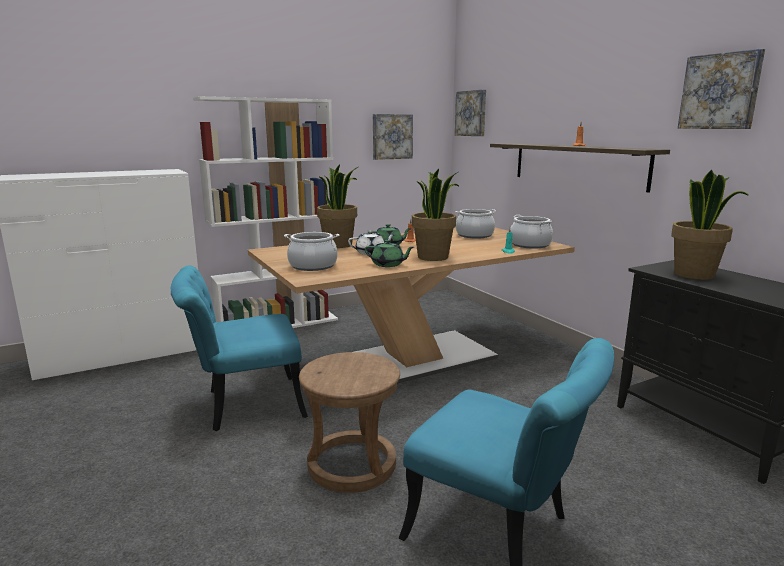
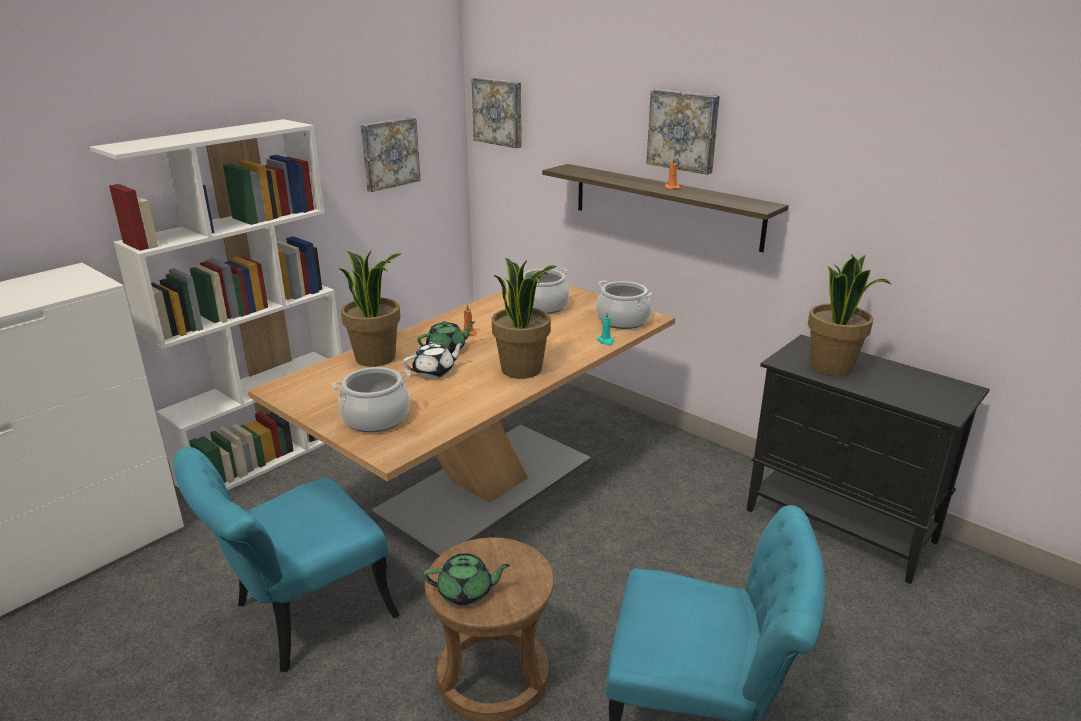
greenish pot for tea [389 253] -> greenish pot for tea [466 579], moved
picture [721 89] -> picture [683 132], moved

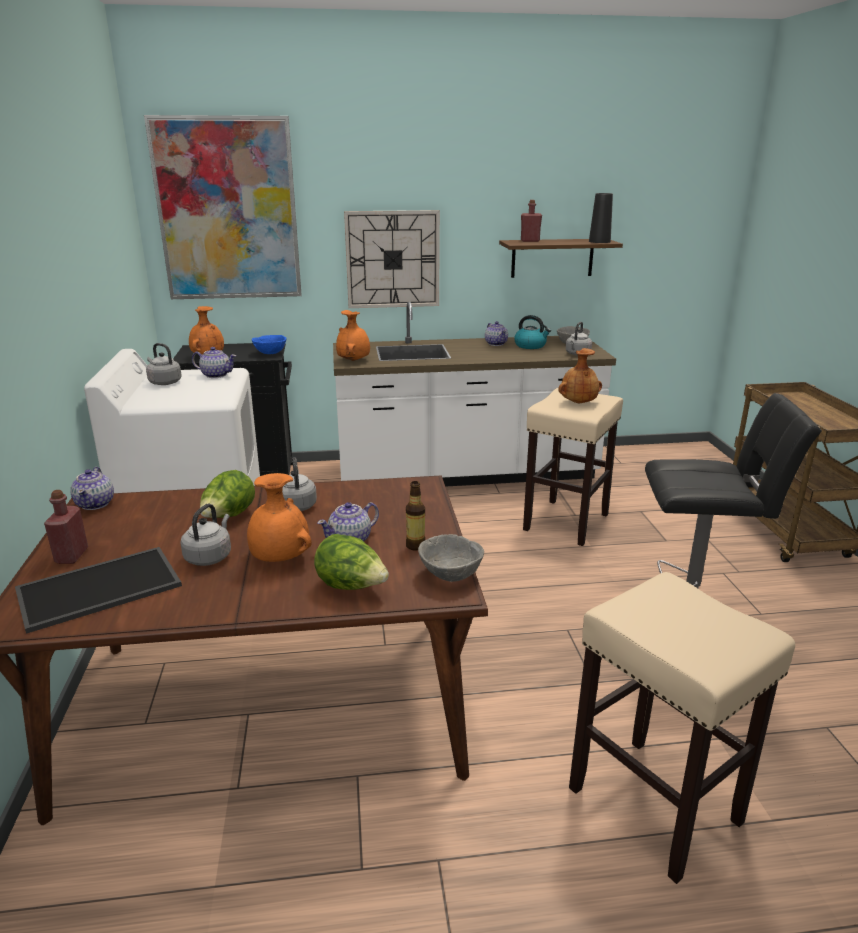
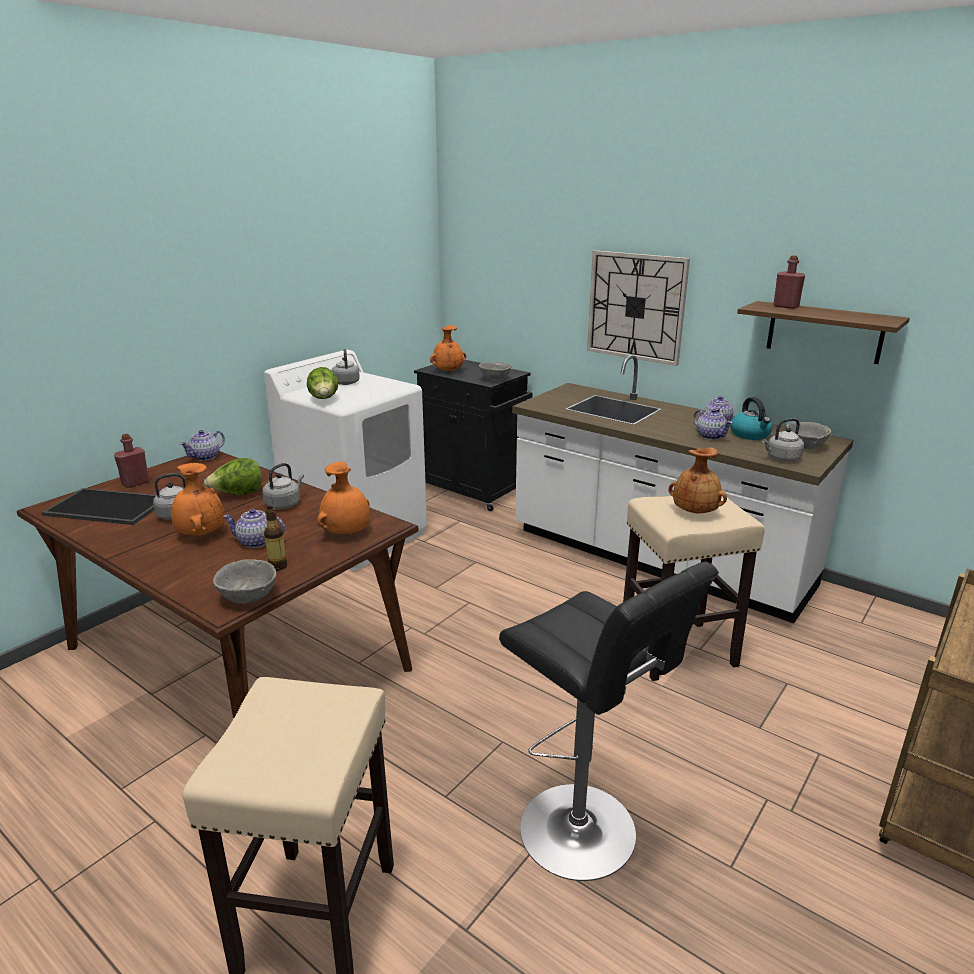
picture [223 207] -> none
pot for tea [214 362] -> pot for tea [713 424], moved
bluish serving bowl [269 344] -> gray serving bowl [495 371]
lettuce [351 562] -> lettuce [322 383], moved
orangey decorative vase [353 335] -> orangey decorative vase [343 498], moved
black decorative vase [601 218] -> none

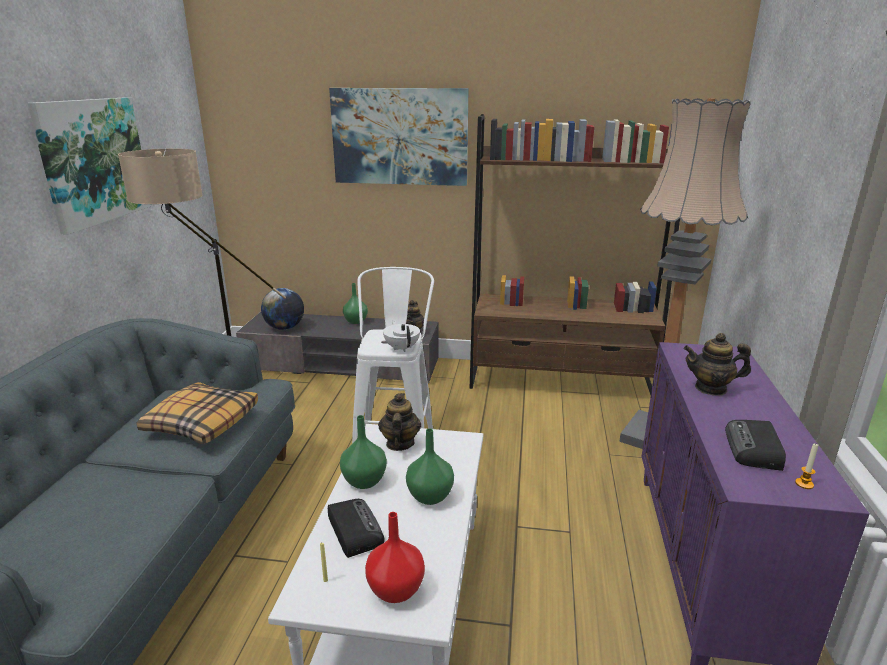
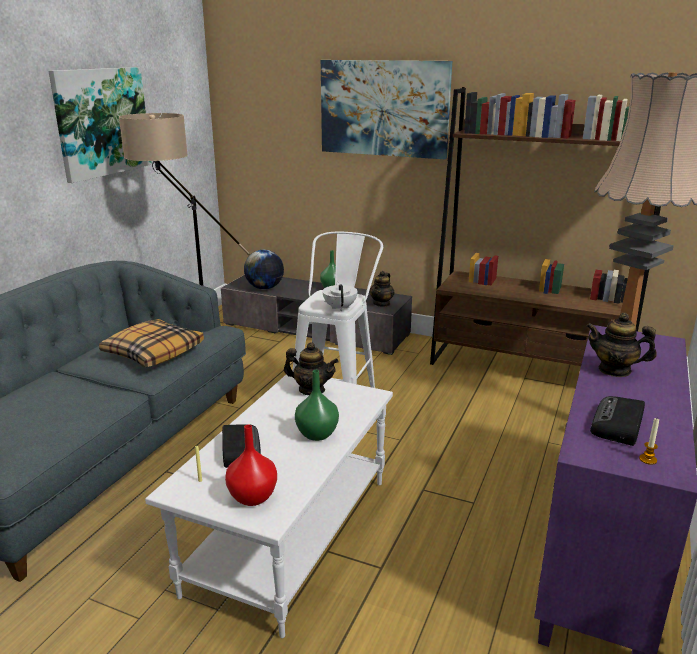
greenish decorative vase [363 452] -> none
pot for tea [399 422] -> pot for tea [311 368], 90 degrees clockwise

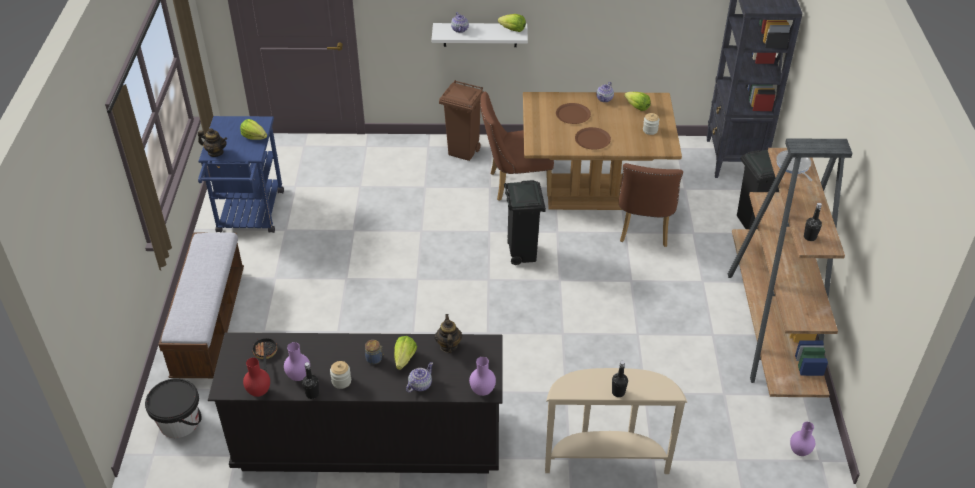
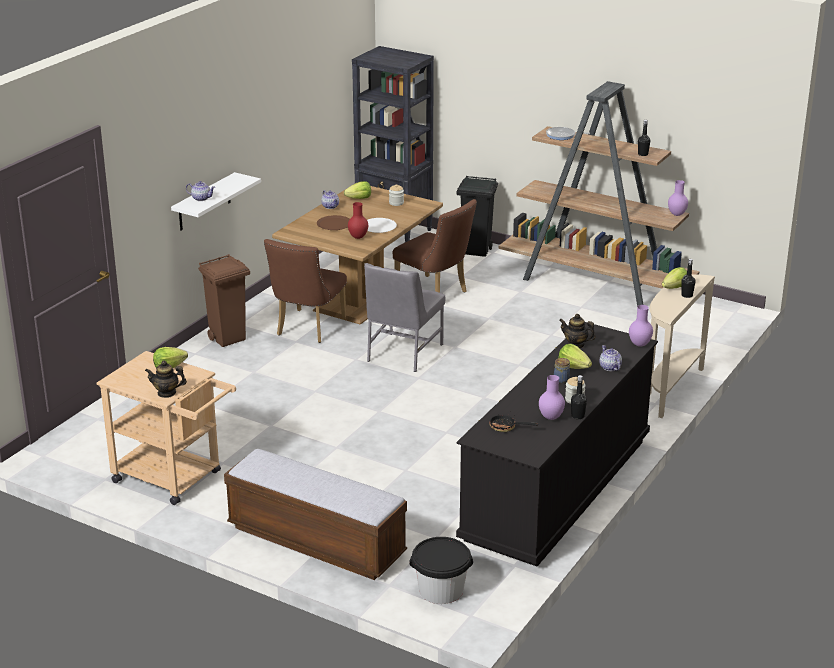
bluish wheeled cart [241 174] -> sand-coloured wheeled cart [166 428]
pot for tea [212 142] -> pot for tea [166 379], 135 degrees counterclockwise
red-coloured decorative vase [256 377] -> red-coloured decorative vase [358 220], moved
lettuce [512 23] -> lettuce [674 278], moved
black trash can [525 222] -> gray chair [404 317]
brown dinner plate [593 138] -> whitish dinner plate [382 225]
purple-coloured decorative vase [802 439] -> purple-coloured decorative vase [678 198], moved

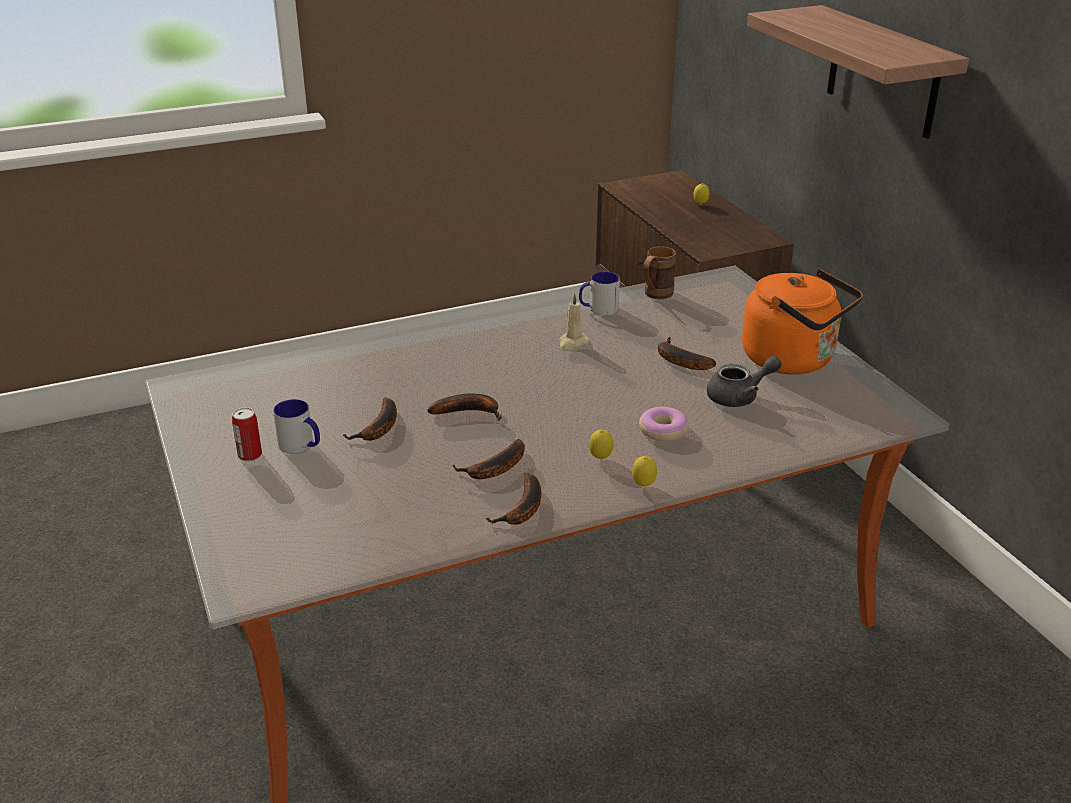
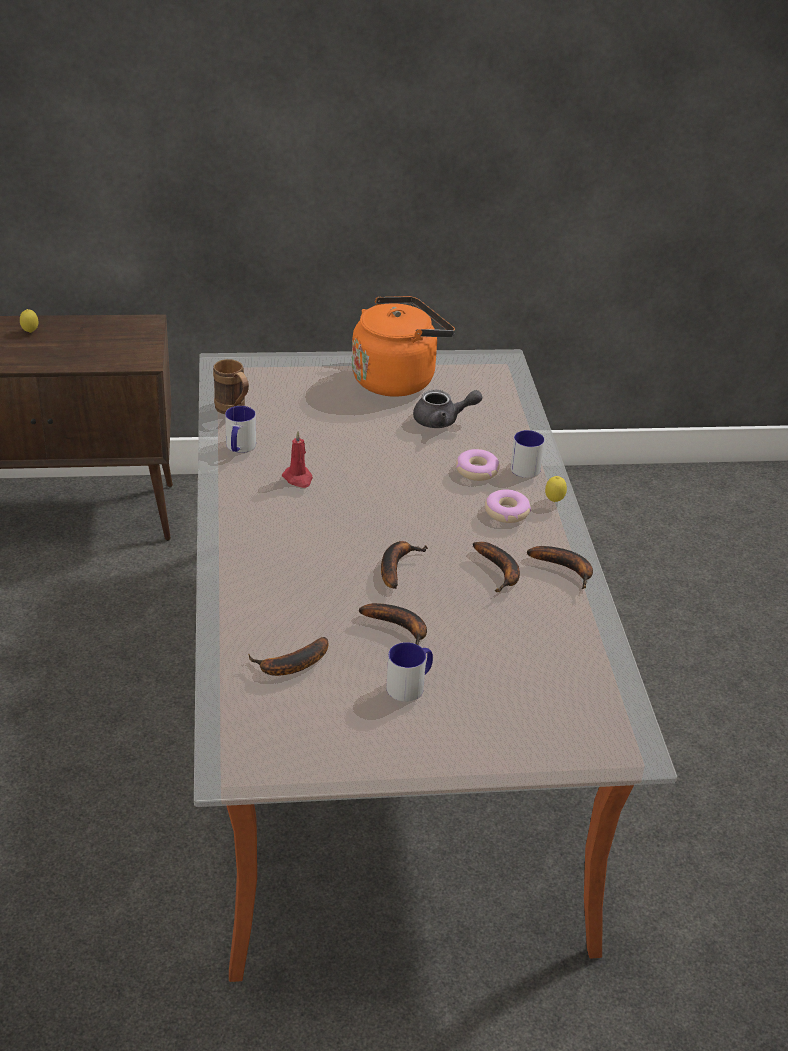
can [247 434] -> none
sand-coloured wax candle [574 321] -> red-coloured wax candle [297 459]
whole lemon [601 445] -> doughnut [508 506]
whole banana [687 353] -> whole banana [288 656], moved
gray pot for tea [744 381] -> gray pot for tea [448 409], 90 degrees clockwise
shelf [858 72] -> none
none -> mug [527 454]

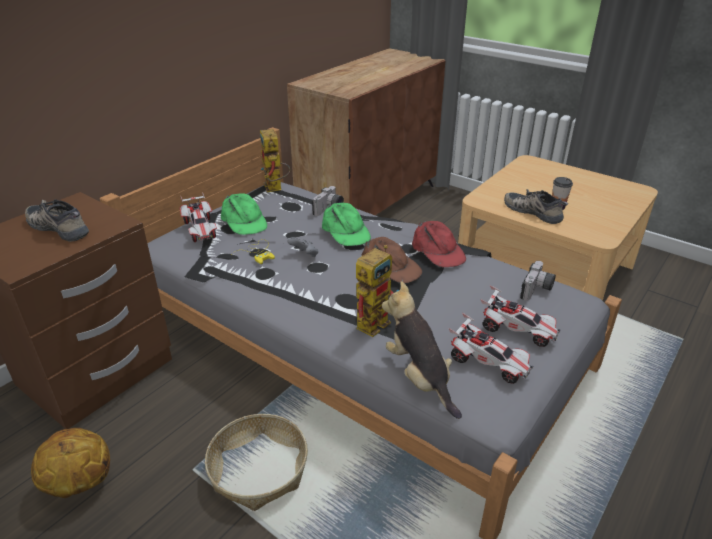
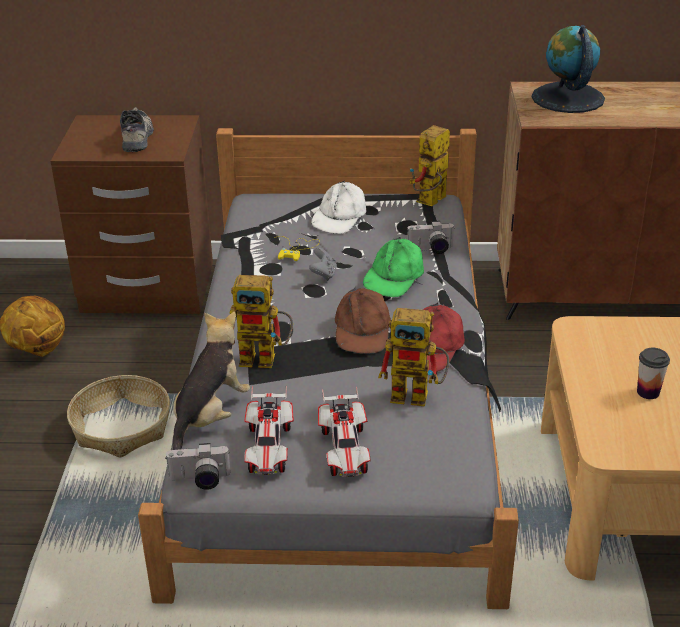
toy car [198 217] -> none
greenish baseball cap [244 214] -> whitish baseball cap [339 207]
low shoe [536 206] -> none
still camera [538 281] -> still camera [198 466], moved
none -> robot figure [413 357]
none -> world globe [568 69]

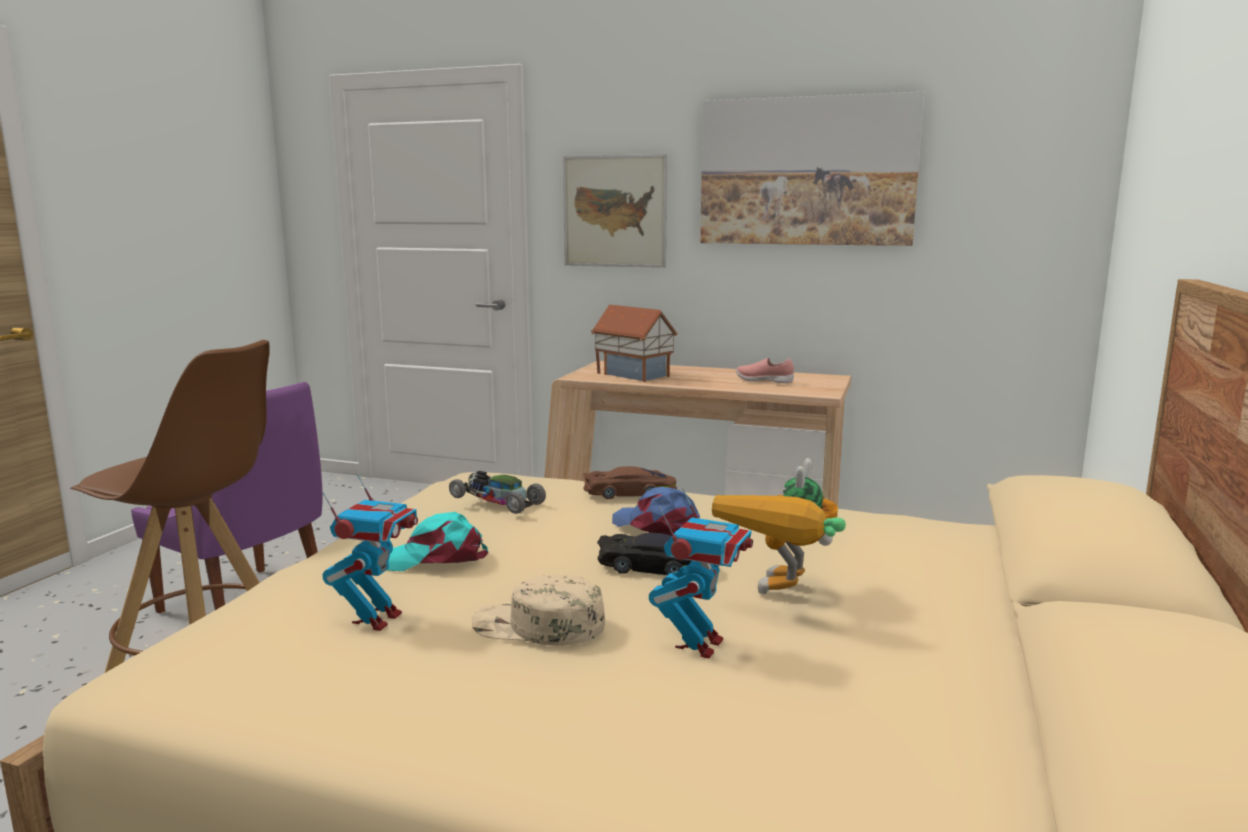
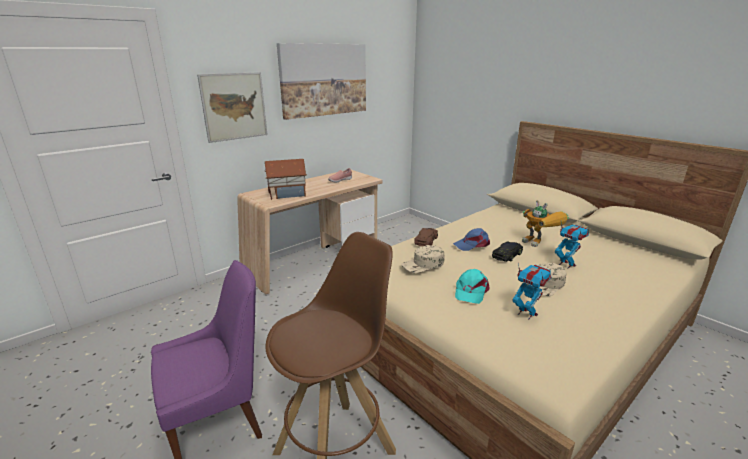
toy car [497 492] -> sand-coloured baseball cap [423 259]

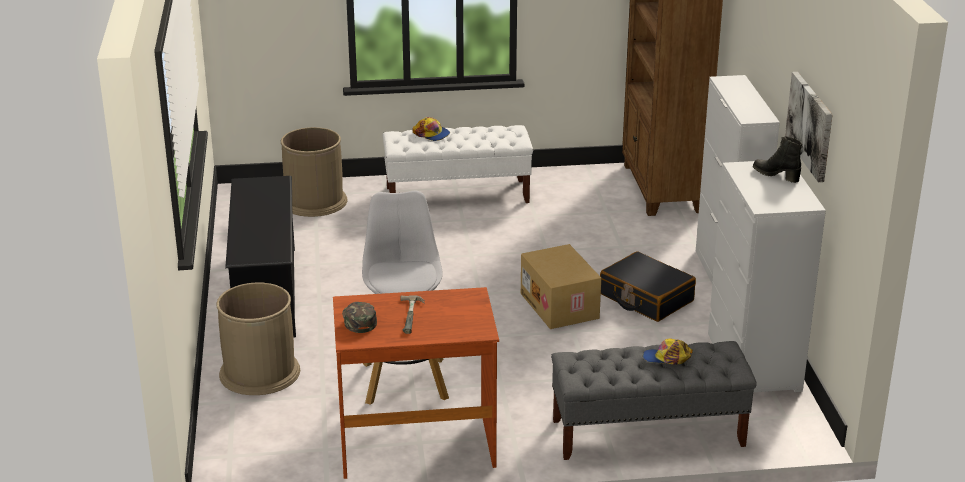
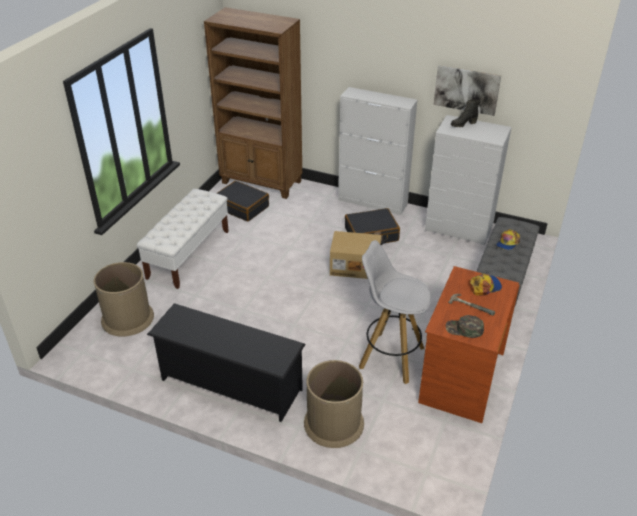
baseball cap [431 129] -> baseball cap [486 284], moved
none -> black travel case [243 201]

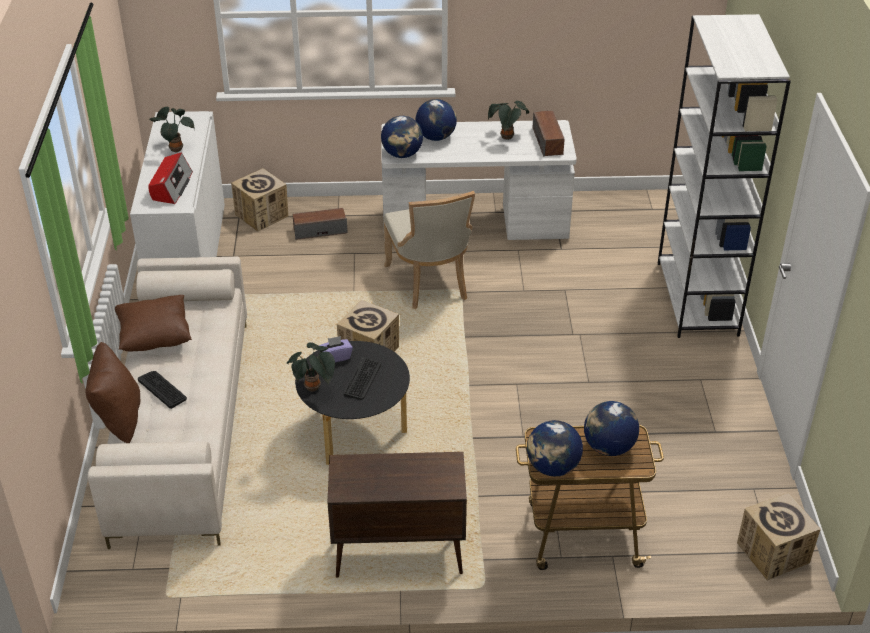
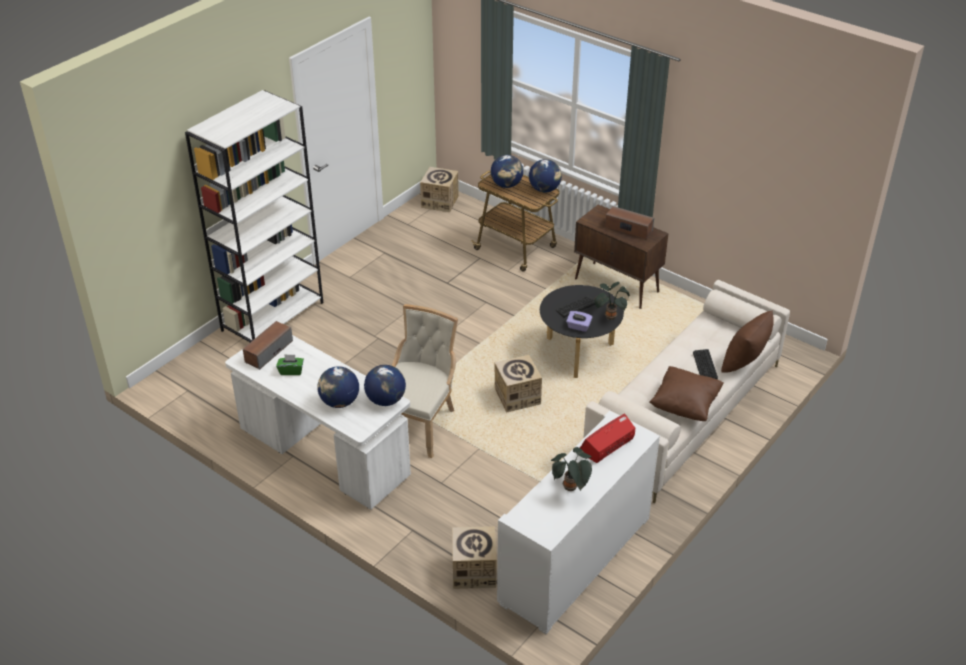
loudspeaker [319 224] -> loudspeaker [629 222], moved
plant in a pot [508 120] -> greenish tissue holder [290 364]

